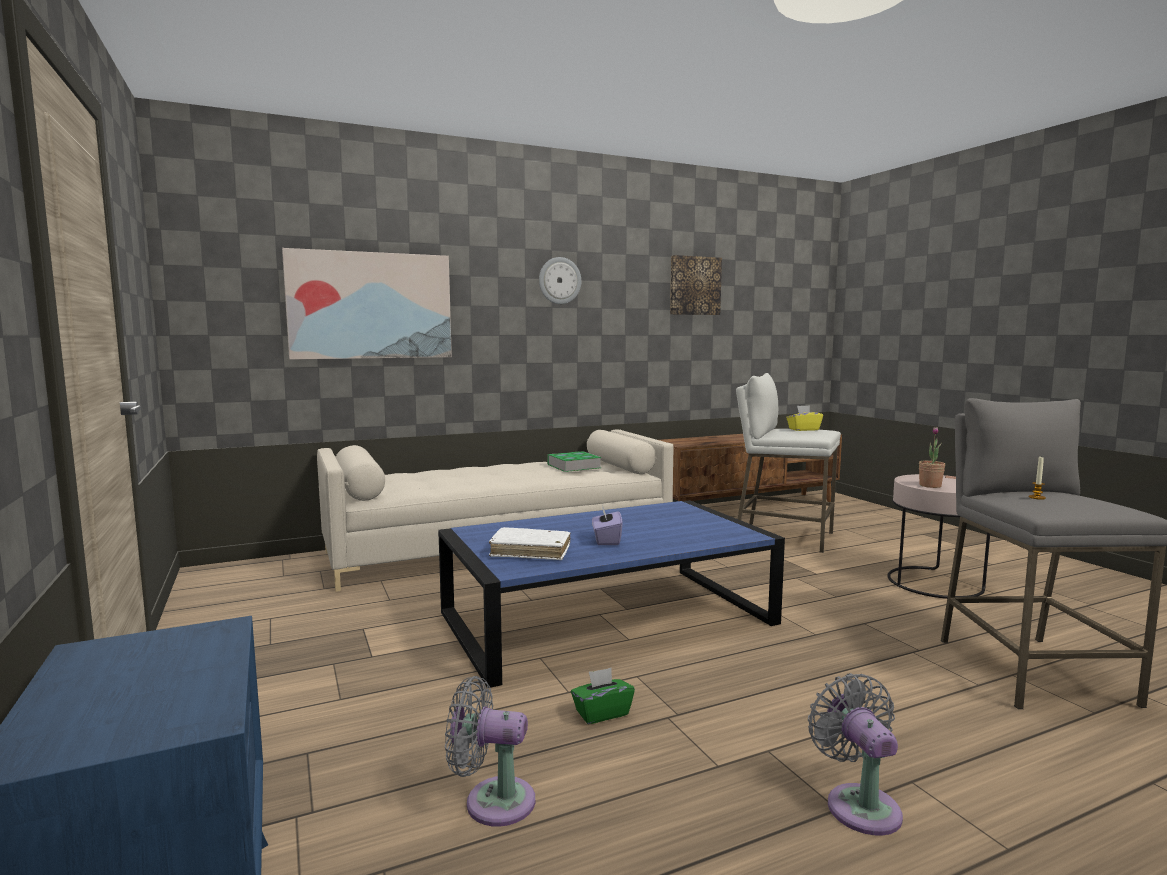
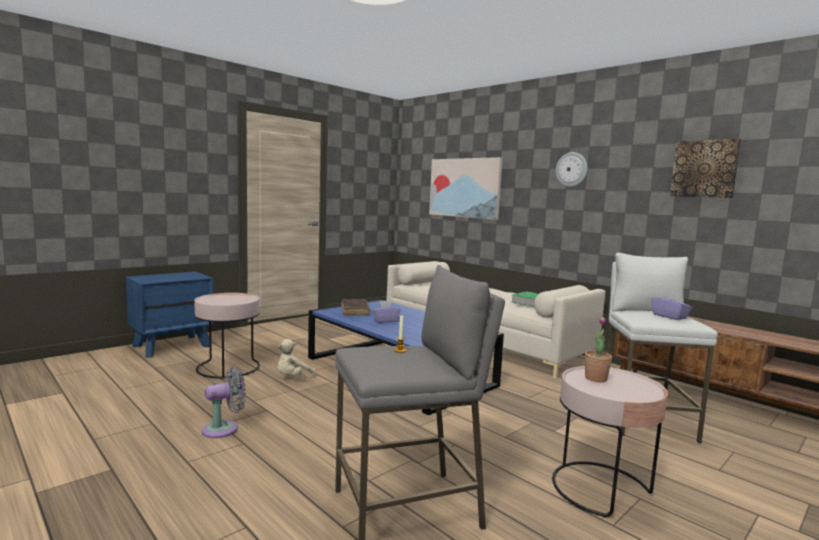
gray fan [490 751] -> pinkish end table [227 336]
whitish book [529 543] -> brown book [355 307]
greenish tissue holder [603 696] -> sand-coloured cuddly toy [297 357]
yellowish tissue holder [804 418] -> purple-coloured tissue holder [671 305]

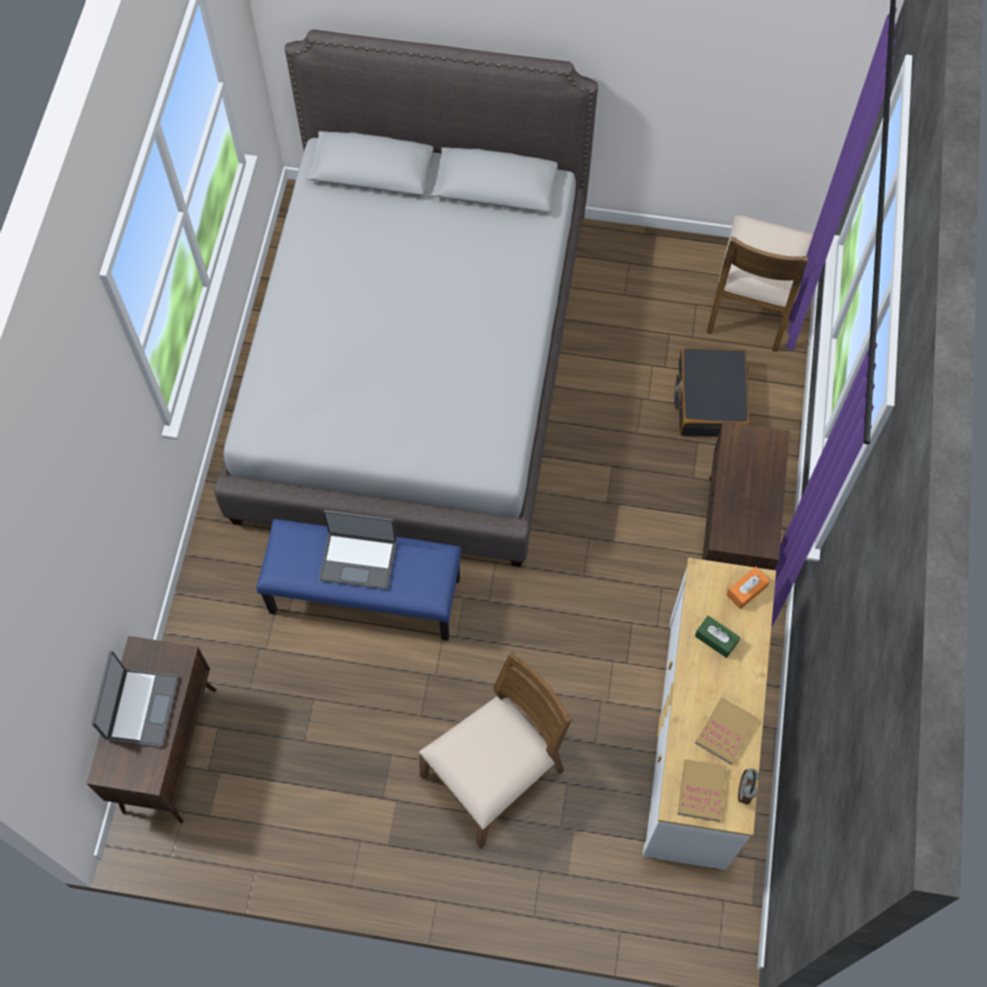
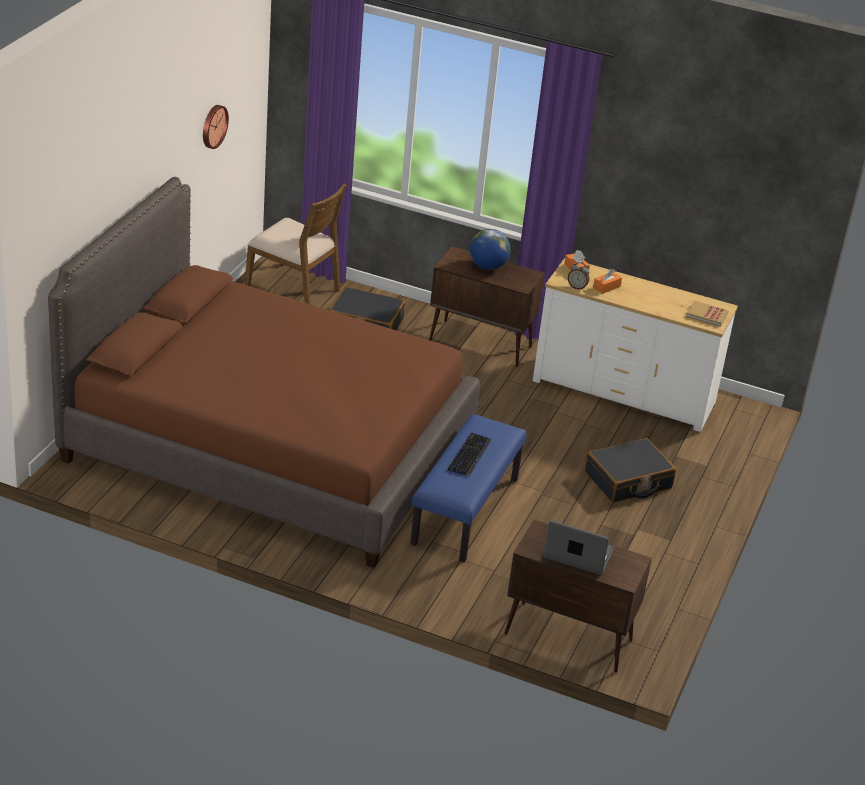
gray sleeping bed [406 298] -> brown sleeping bed [264 372]
notebook computer [358 550] -> computer keyboard [469 454]
brown chair [495 750] -> black travel case [630 470]
greenish tissue holder [717 637] -> orangey tissue holder [607 281]
book [726 731] -> none
table clock [748 786] -> table clock [578 276], moved
none -> clock on the wall [216 127]
none -> world globe [490 249]

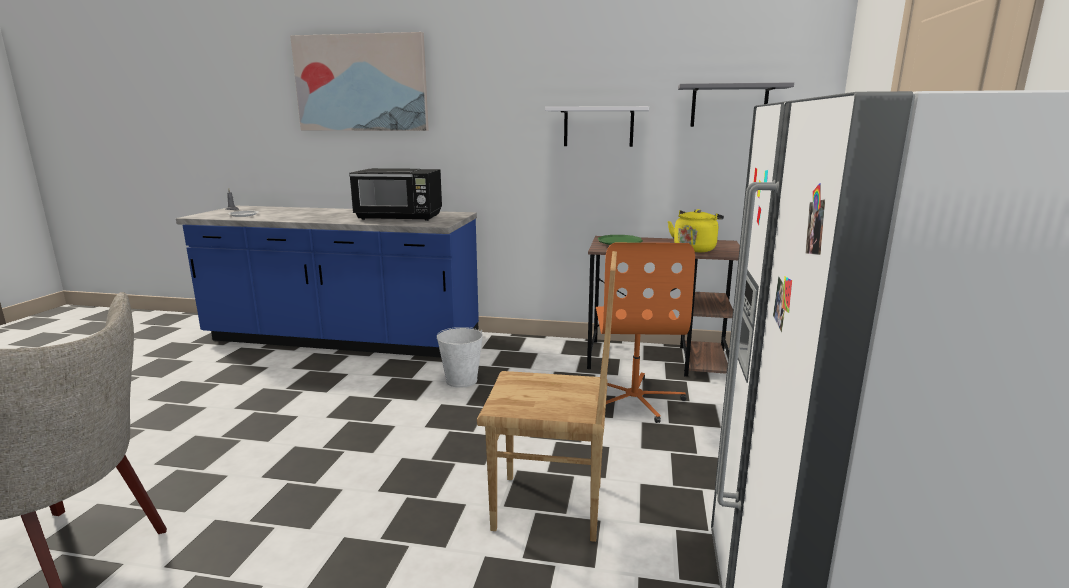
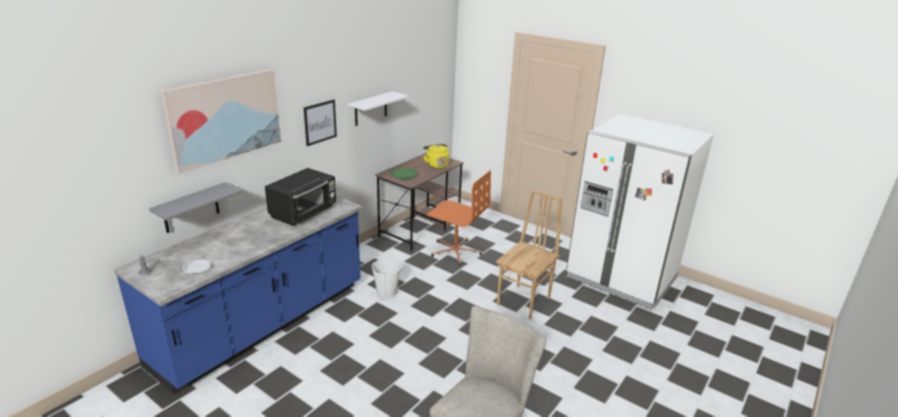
gray shelf [736 104] -> gray shelf [195 207], moved
none -> picture [320 123]

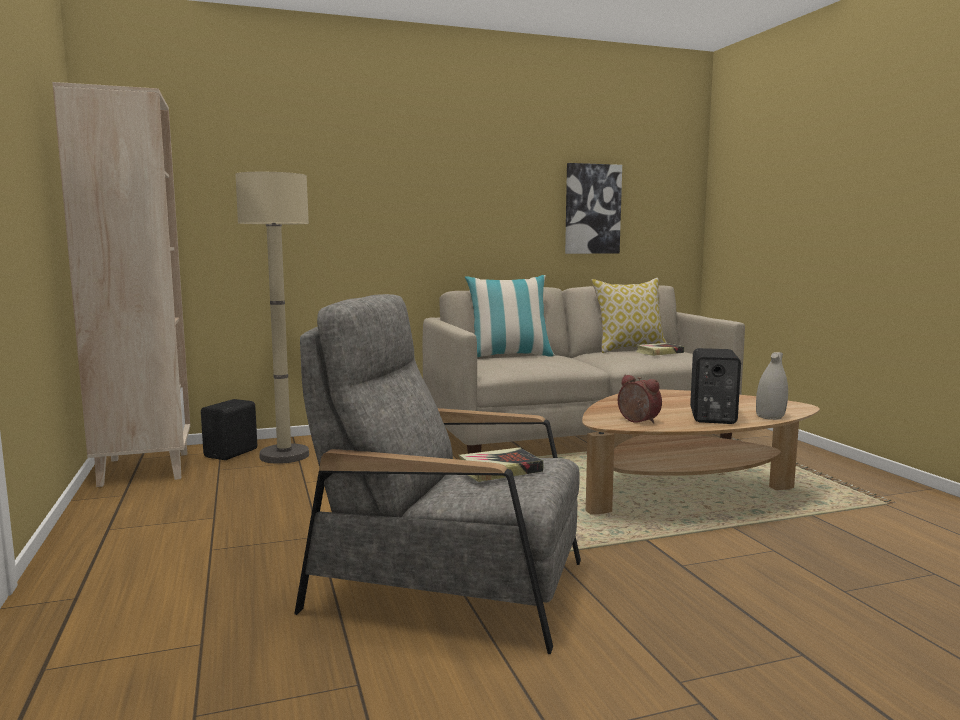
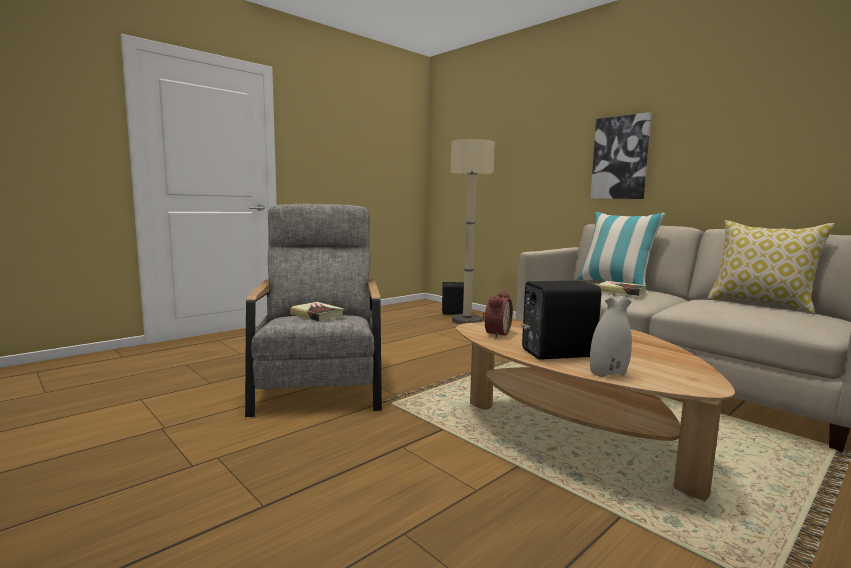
sand-coloured shelving unit [121 284] -> none
picture [593 208] -> picture [621 155], moved
book [660 349] -> book [622 288], moved

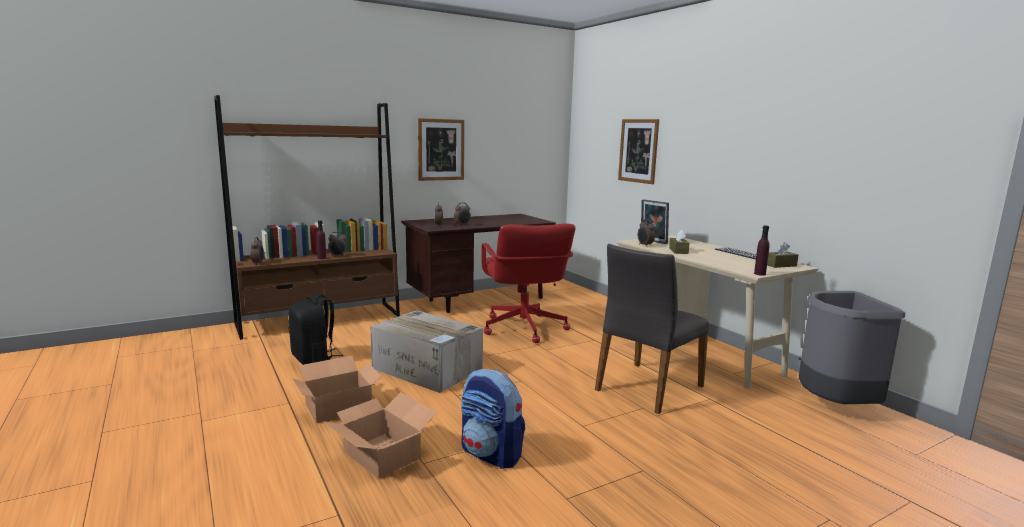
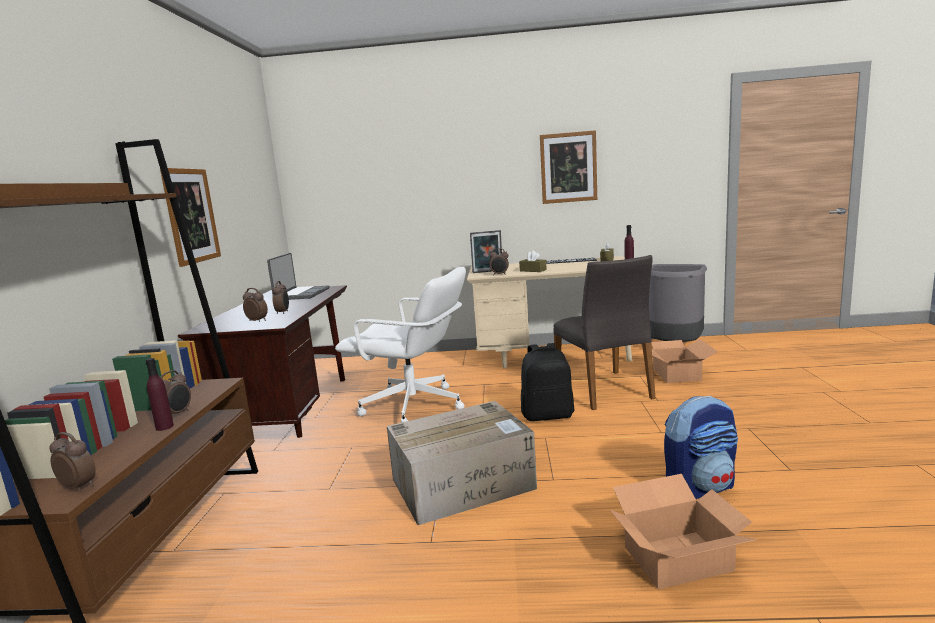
black rucksack [315 329] -> black rucksack [548 382], moved
carton [337 389] -> carton [679 361], moved
red-coloured desk chair [528 283] -> whitish desk chair [400 345]
picture [638 151] -> picture [568 167], moved
none -> notebook computer [298 276]

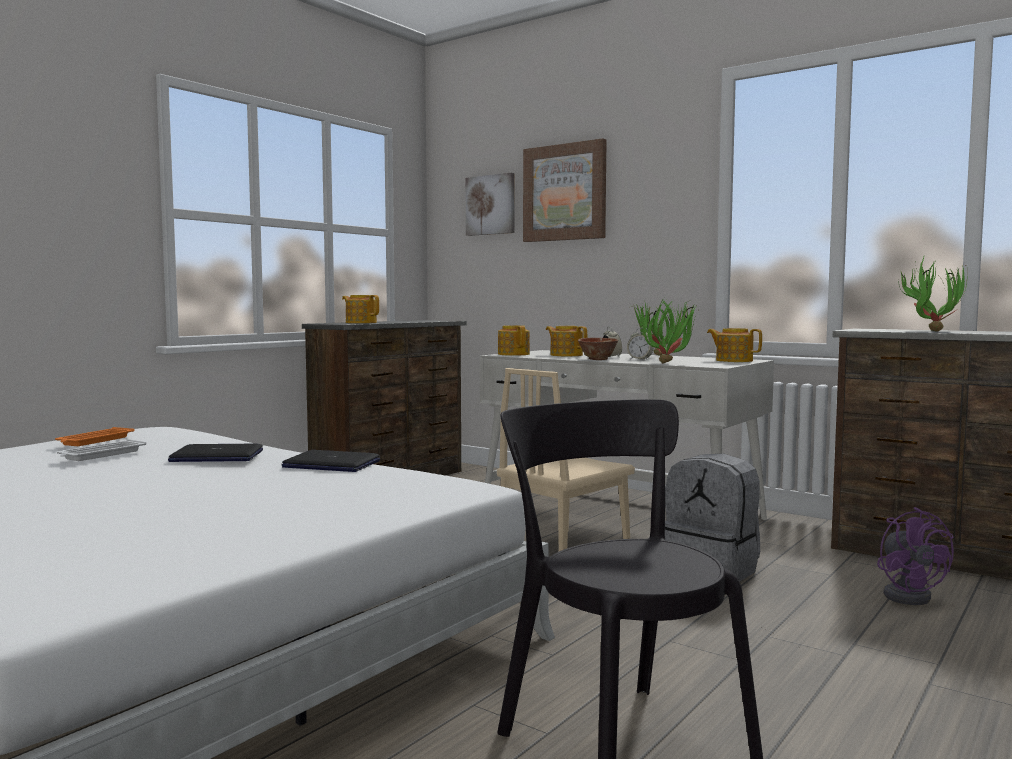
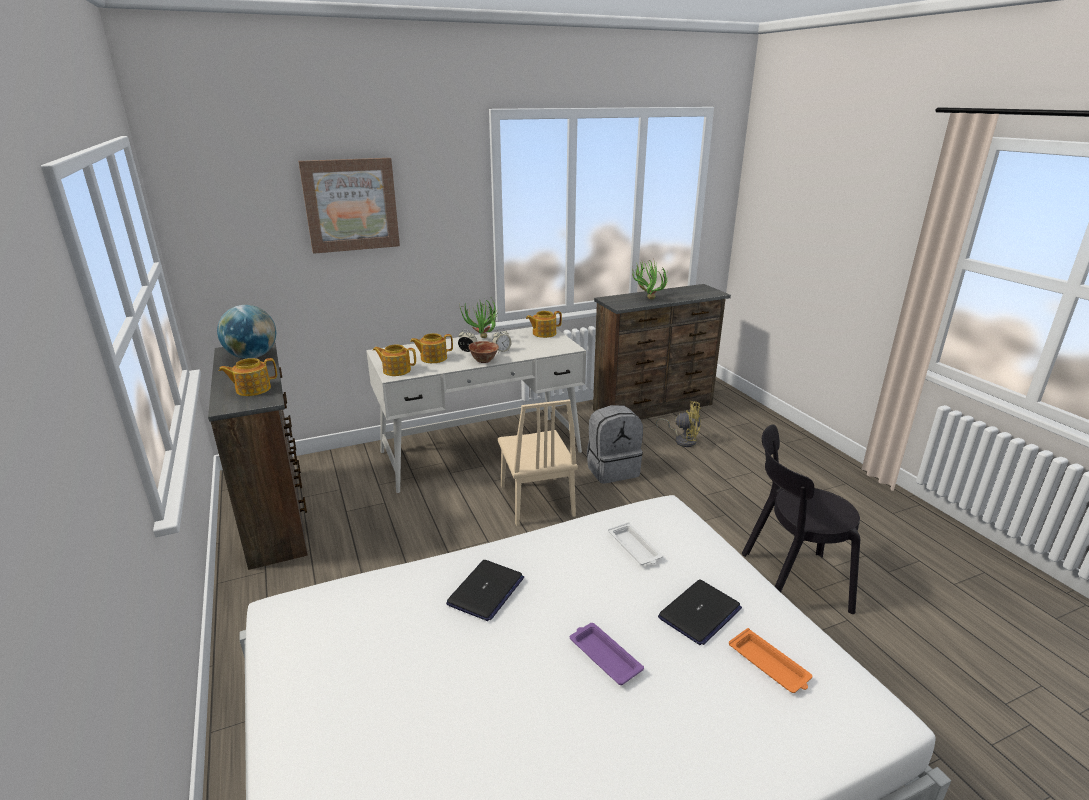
orangey carrying tray [94 436] -> orangey carrying tray [770 660], moved
whitish carrying tray [101 450] -> whitish carrying tray [635 543], moved
notebook computer [331 461] -> notebook computer [700 612], moved
picture [490 204] -> none
plant in a pot [670 330] -> none
purple-coloured fan [915 556] -> yellowish fan [678 424]
none -> world globe [246 332]
none -> purple-coloured carrying tray [607 654]

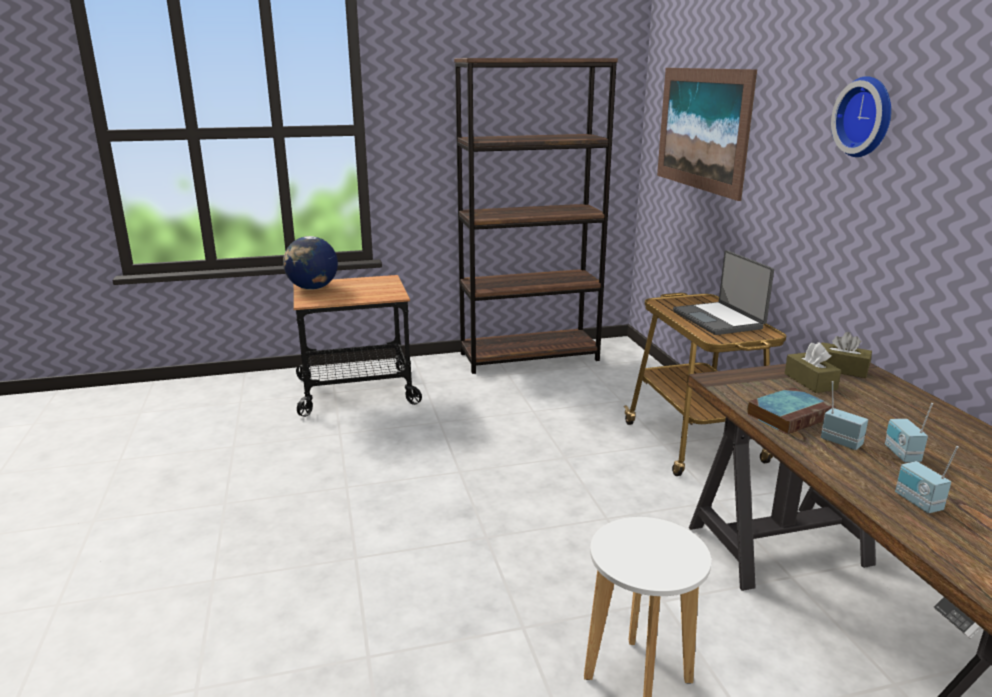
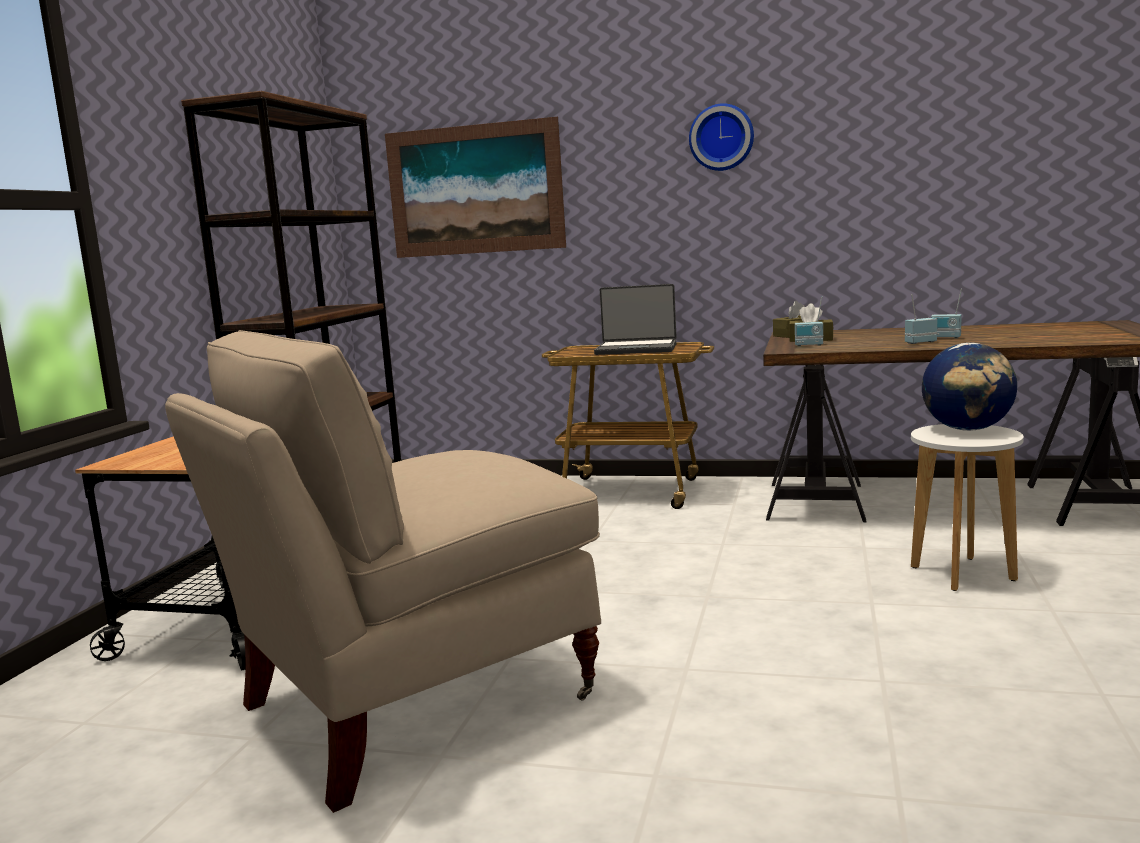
world globe [310 263] -> world globe [969 387], moved
book [791 410] -> none
radio receiver [926 479] -> radio receiver [809 321], moved
none -> sand-coloured chair [383 571]

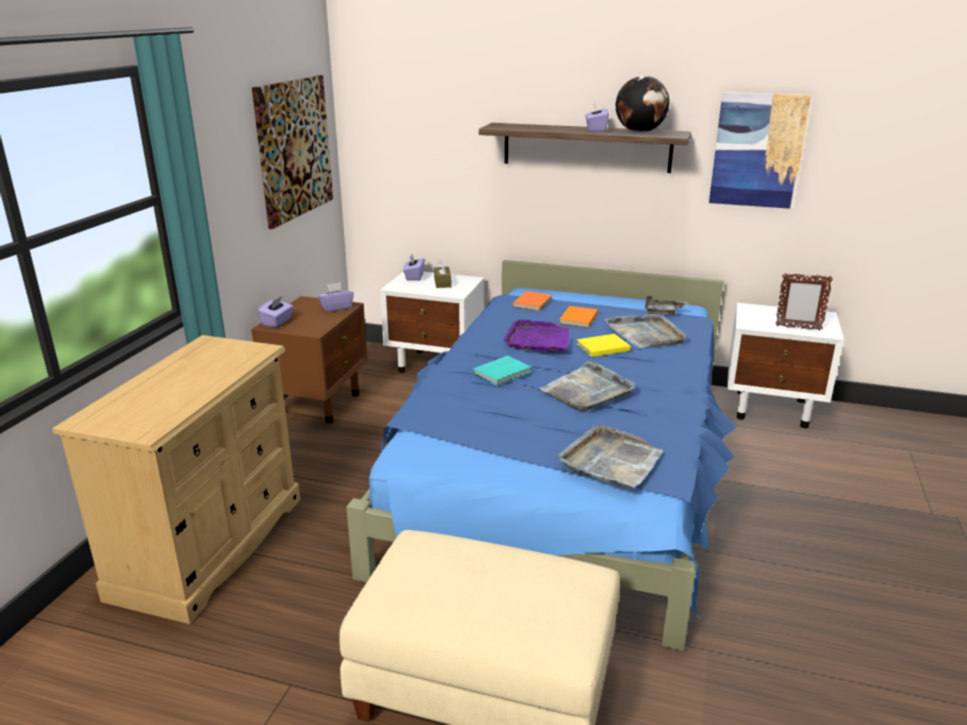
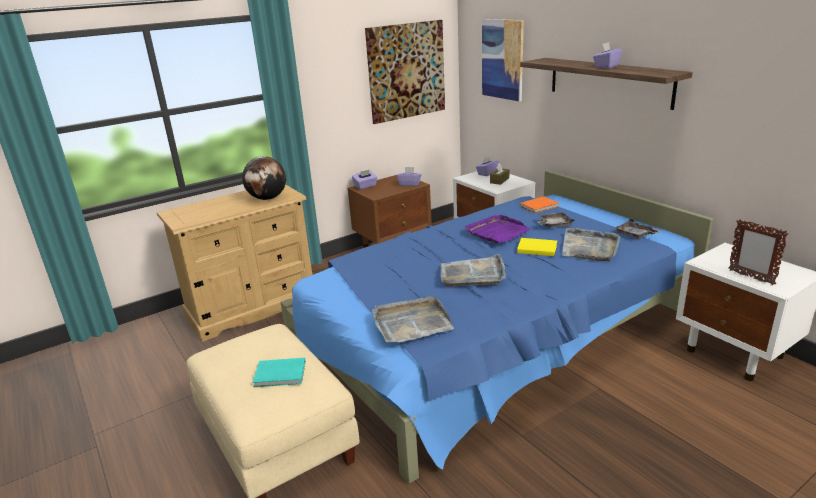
turquoise-coloured book [502 371] -> turquoise-coloured book [279 372], moved
orangey book [578 317] -> gray carrying tray [556 220]
world globe [642 104] -> world globe [264 178], moved
picture [760 150] -> picture [503 60], moved

